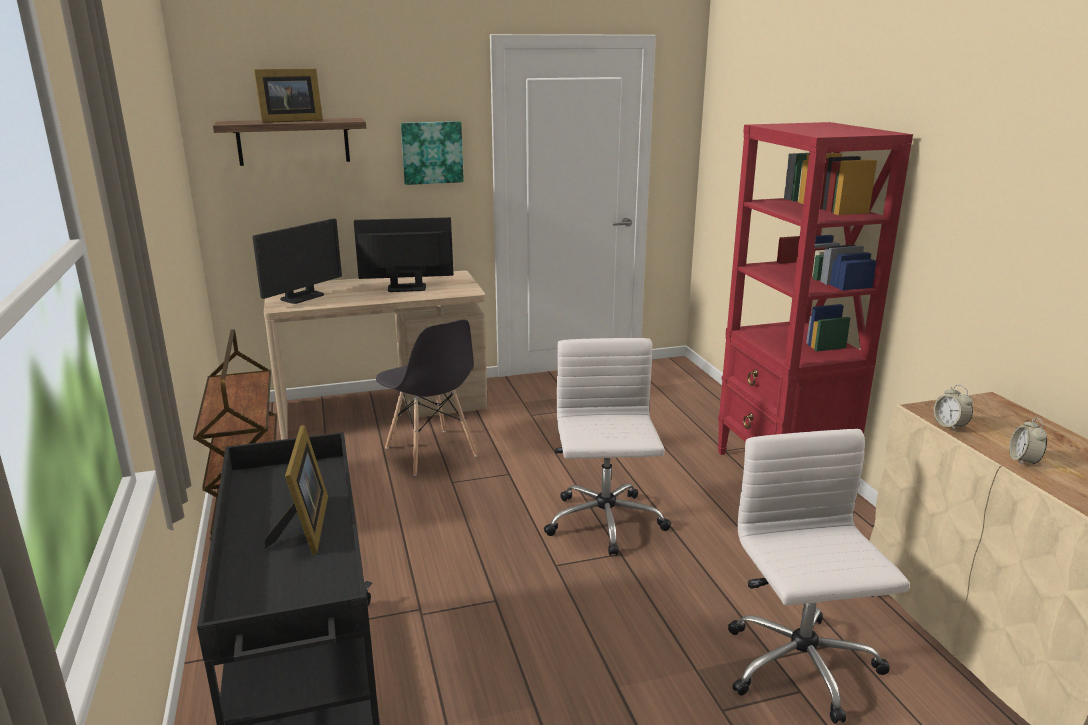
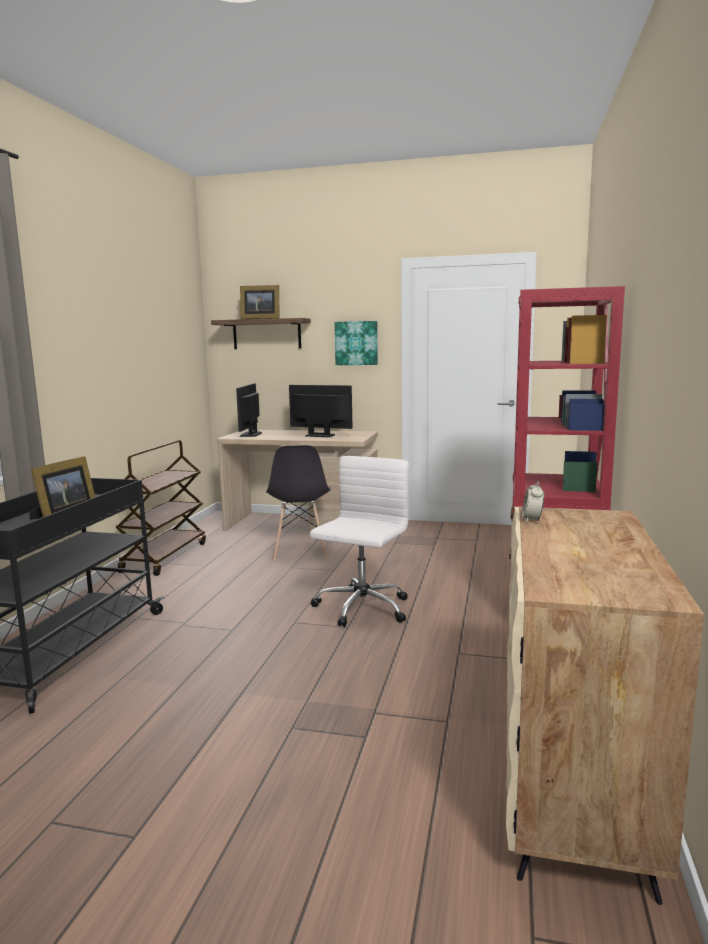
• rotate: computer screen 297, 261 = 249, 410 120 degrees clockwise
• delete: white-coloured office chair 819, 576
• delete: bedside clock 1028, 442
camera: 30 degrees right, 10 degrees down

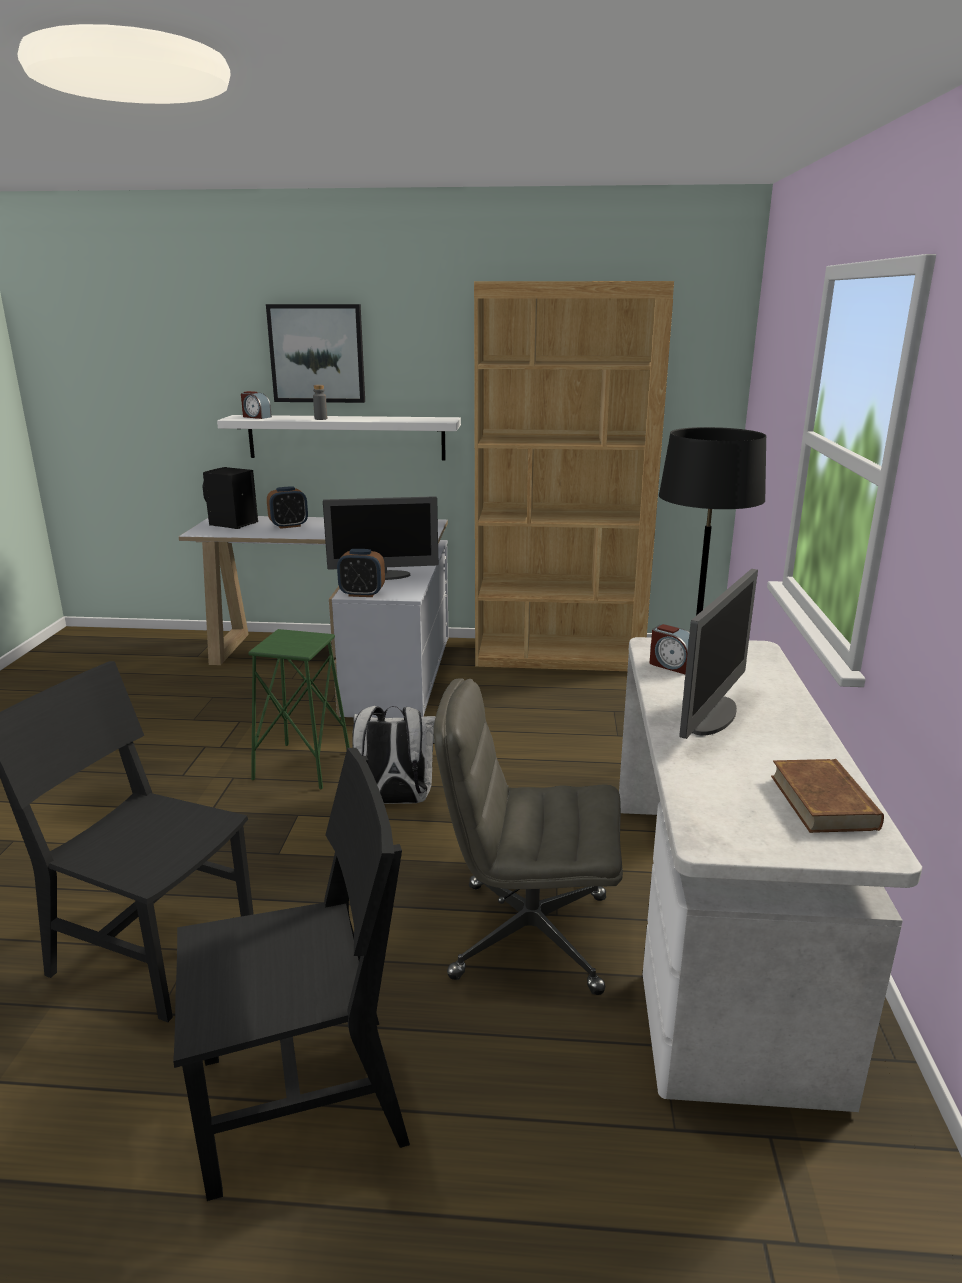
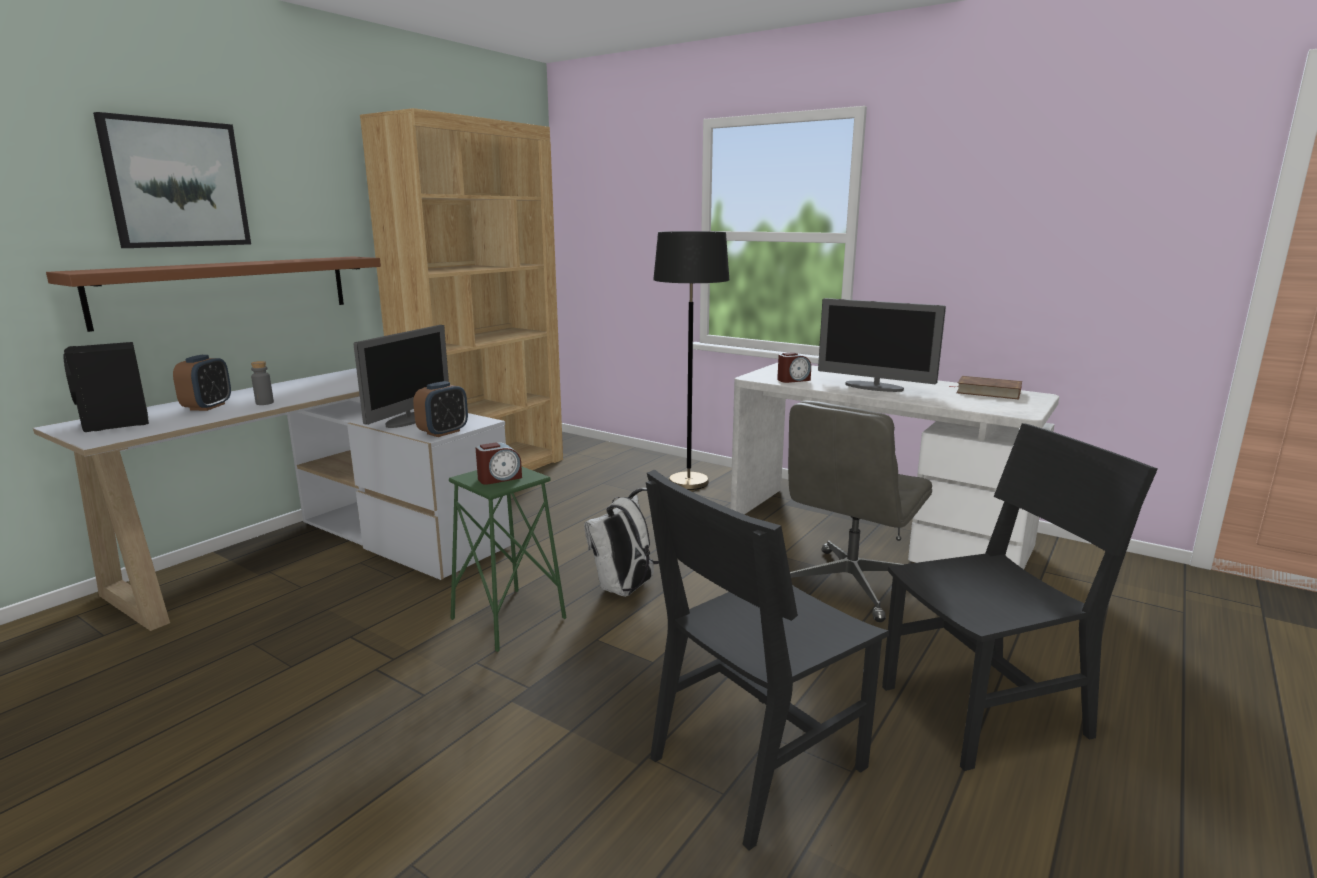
• rotate: black-coloured upright chair 291, 974 = 1020, 597 60 degrees clockwise
• recolor: white-coloured bracket shelf 339, 438 to brownish bracket shelf 213, 294
• move: bedside clock 256, 405 to 499, 463
• move: greyish beverage bottle 320, 402 to 262, 383
• rotate: computer screen 718, 654 = 882, 345 150 degrees clockwise
camera: 60 degrees left, 5 degrees down

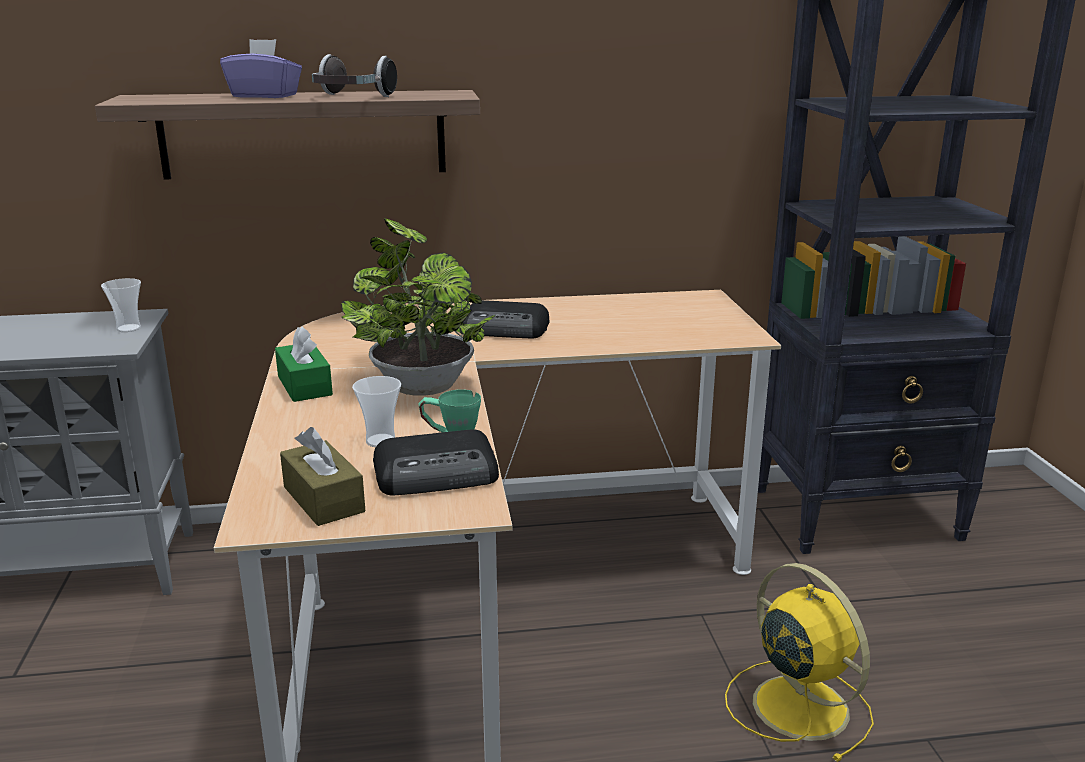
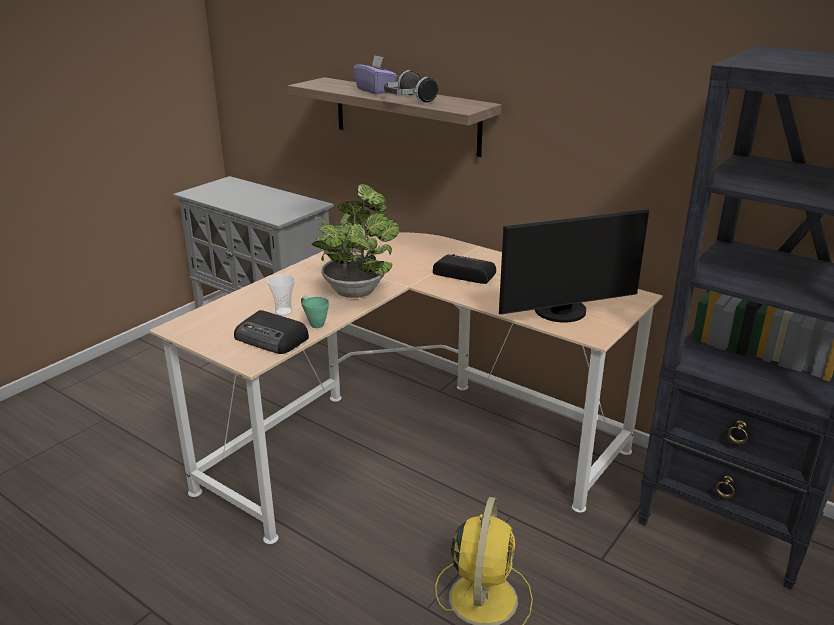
• delete: cup 121, 305
• delete: green-coloured box of tissues 304, 364
• delete: brownish box of tissues 322, 476
• rotate: radio set 505, 319 = 464, 269 150 degrees clockwise
• insert: computer screen 574, 265
camera: 45 degrees right, 5 degrees up

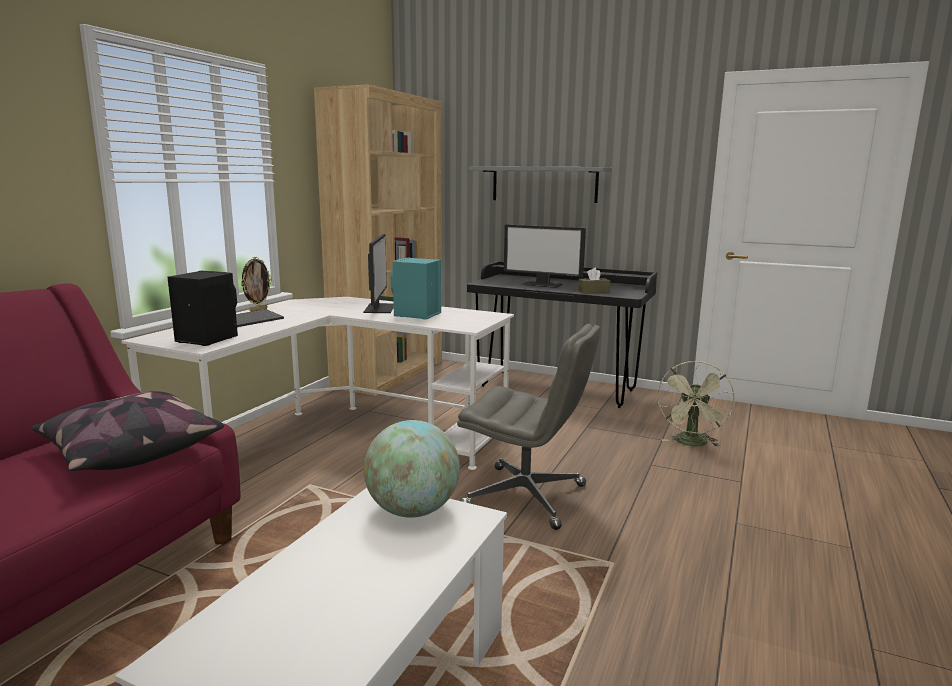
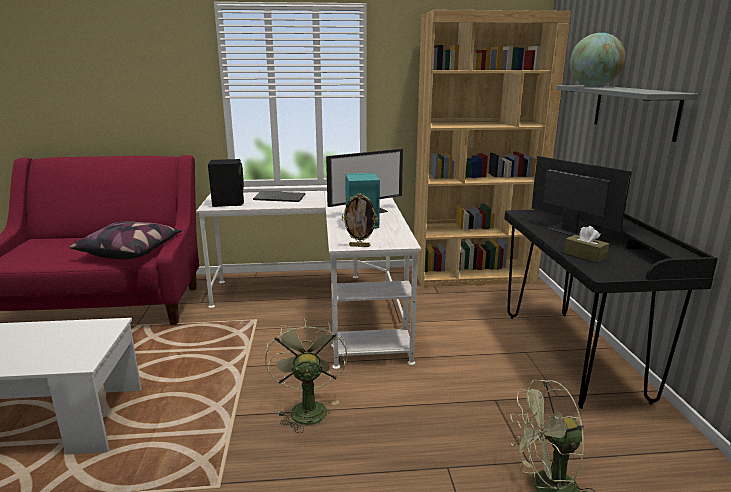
• move: standing frame 256, 284 to 360, 220
• move: desk globe 412, 469 to 597, 60
• replace: greyish office chair 528, 427 to green-coloured cooling fan 306, 375
• rotate: computer screen 545, 256 = 581, 196 150 degrees clockwise
camera: 60 degrees right, 5 degrees up

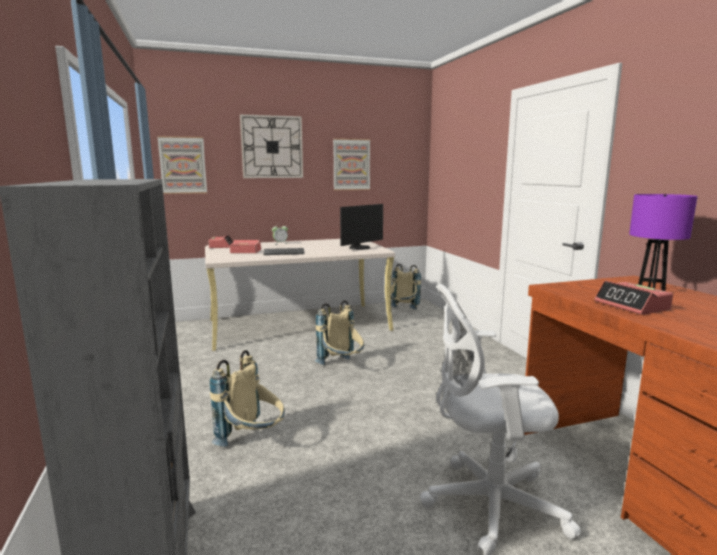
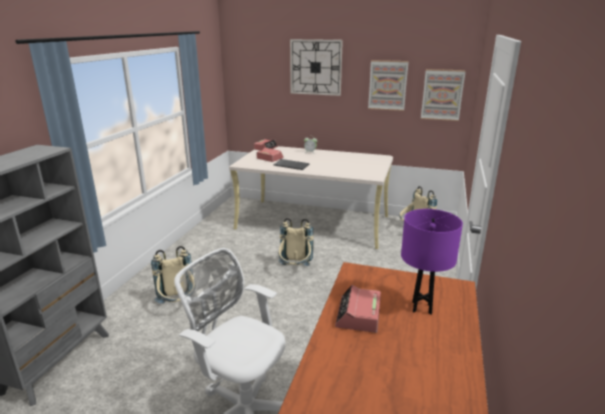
• move: wall art 182, 165 to 443, 95
• delete: computer screen 361, 227
camera: 35 degrees right, 10 degrees up

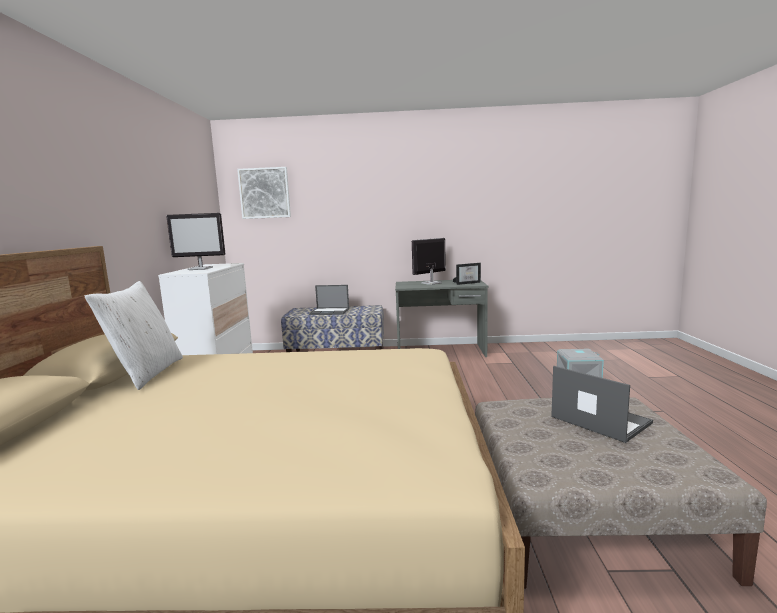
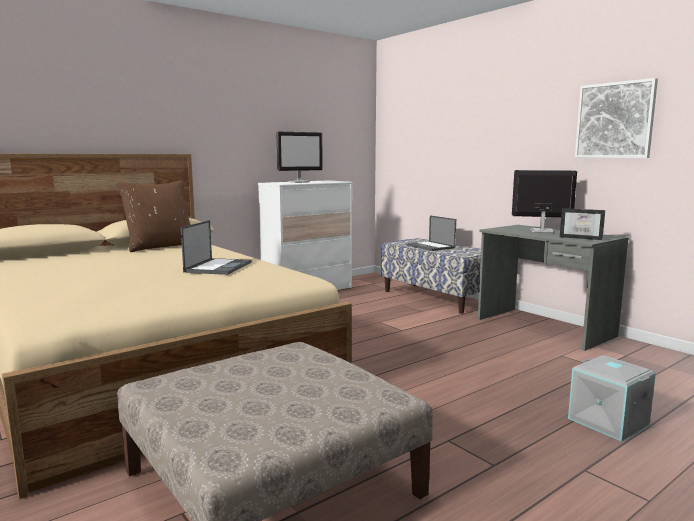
• recolor: white-coloured cushion 134, 335 to brownish cushion 153, 216
• rotate: computer screen 195, 241 = 300, 157 75 degrees counterclockwise
• move: wall art 264, 193 to 616, 118
• move: portable computer 602, 404 to 216, 247
camera: 50 degrees right, 0 degrees up

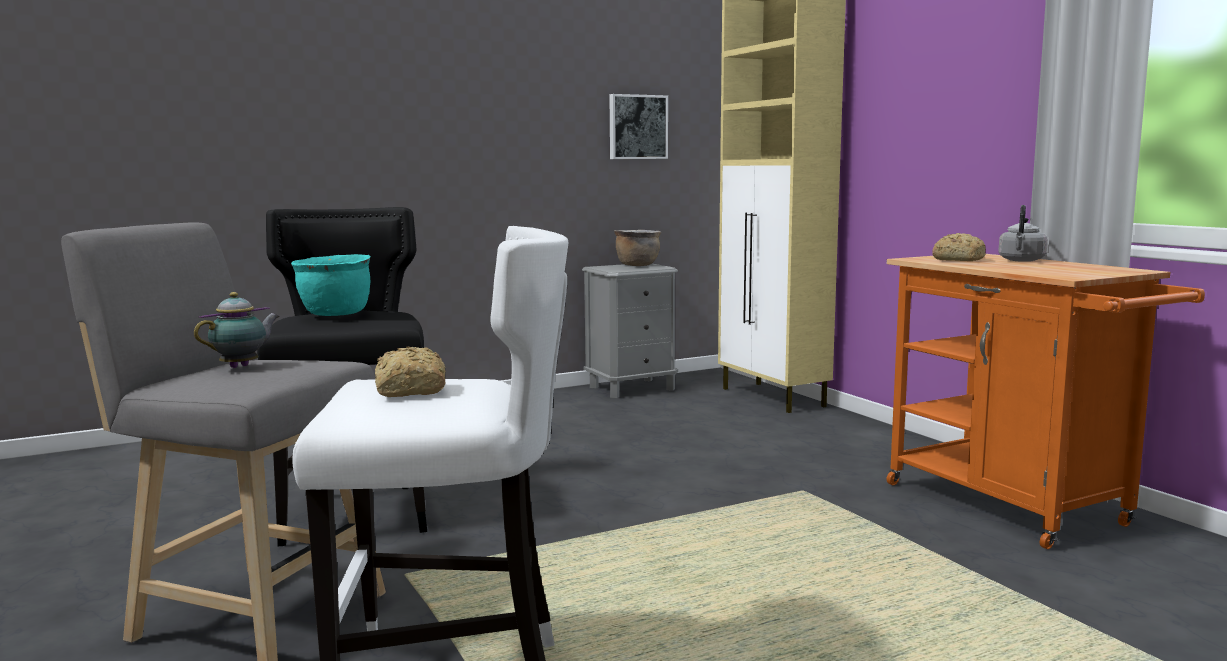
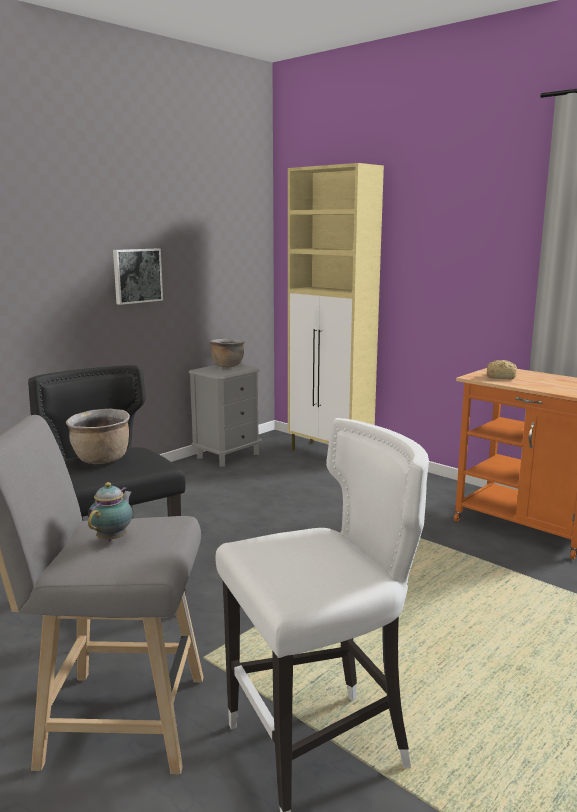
• recolor: blue-green cooking pot 330, 285 to brownish cooking pot 98, 436
• delete: baked bread 410, 371
• move: wall art 639, 126 to 138, 277
• delete: greyish water kettle 1023, 233
camera: 20 degrees left, 5 degrees up

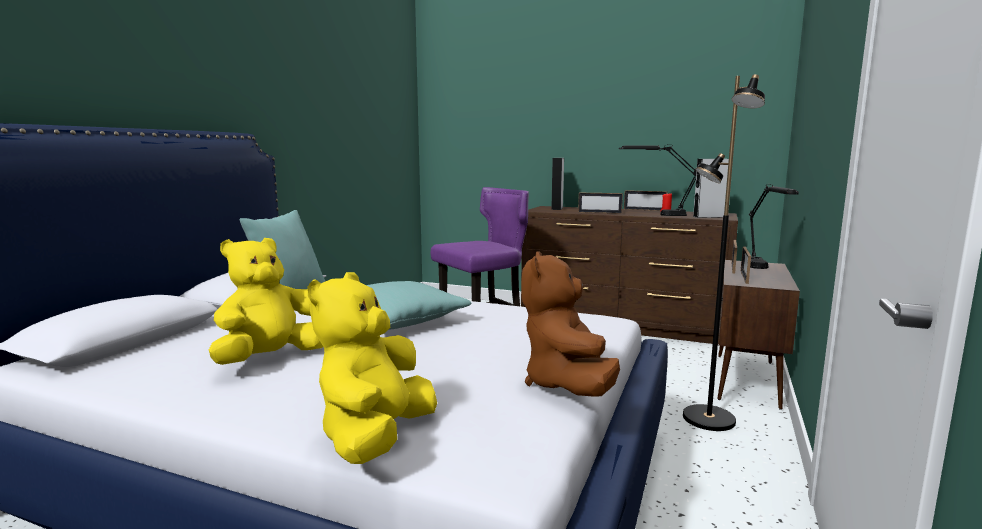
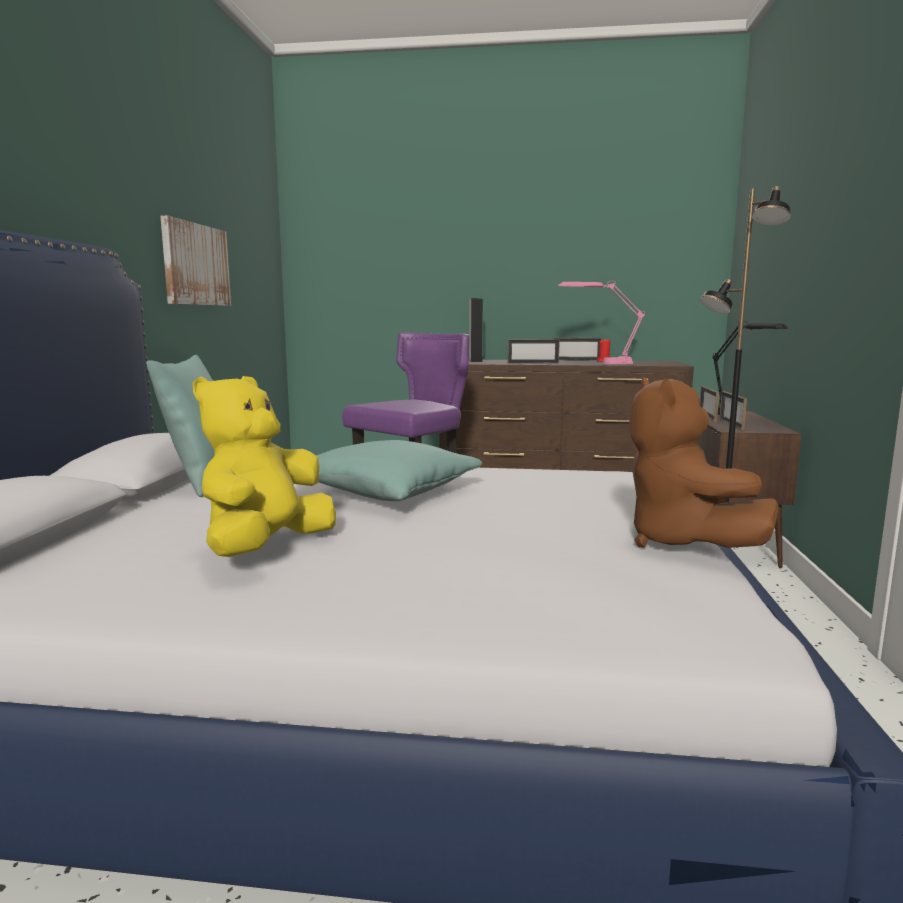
• delete: yellow plush toy 372, 368
• recolor: black-coloured tabletop lamp 658, 180 to pink-coloured tabletop lamp 601, 322
• delete: greyish speaker 711, 188
• insert: wall art 195, 260
camera: 15 degrees left, 0 degrees up

